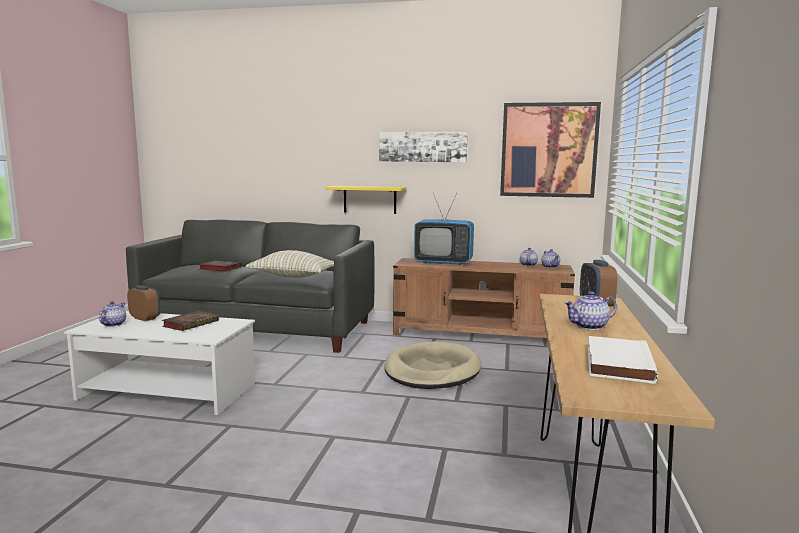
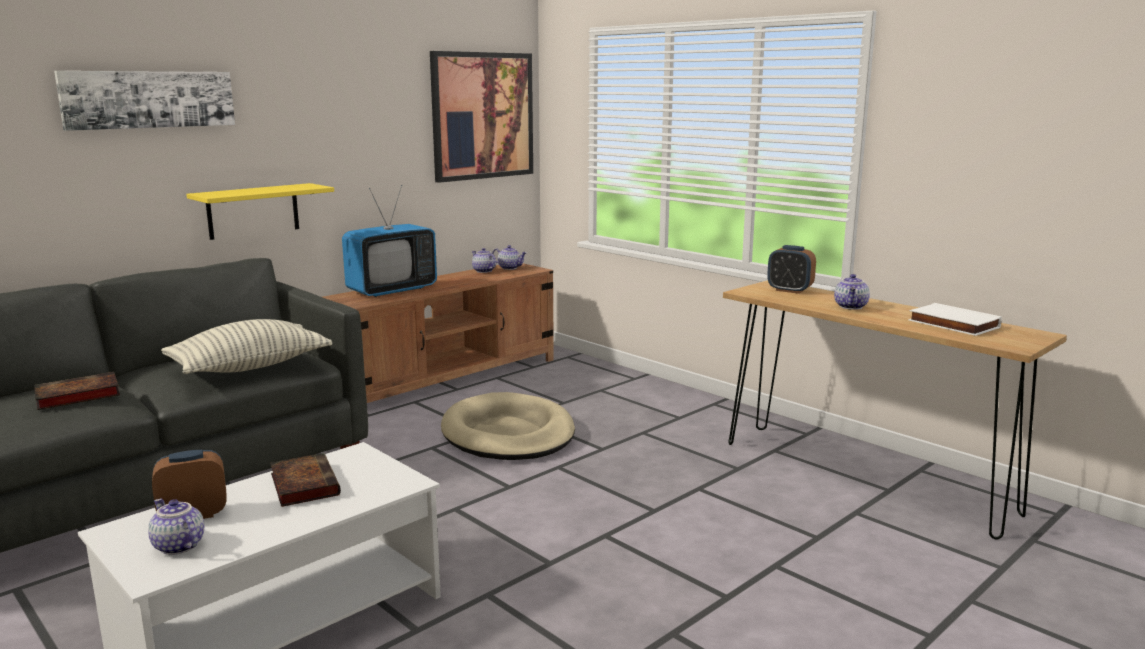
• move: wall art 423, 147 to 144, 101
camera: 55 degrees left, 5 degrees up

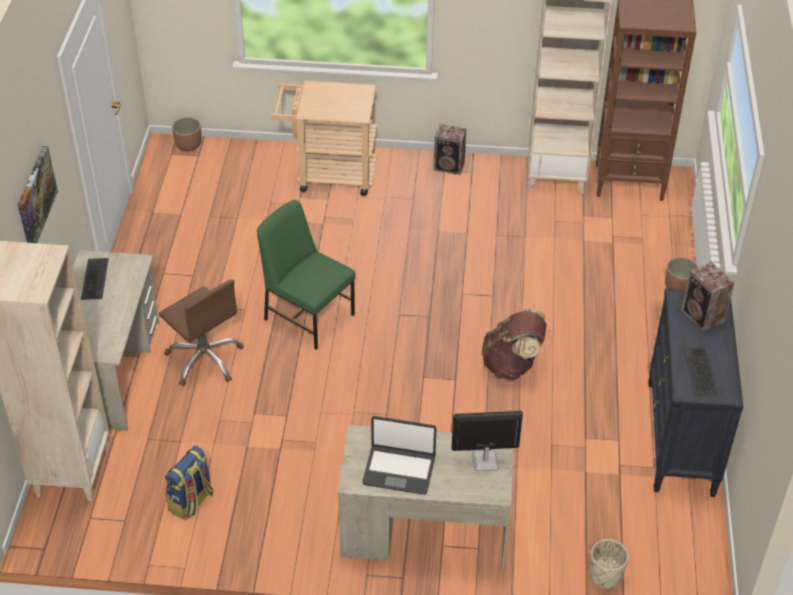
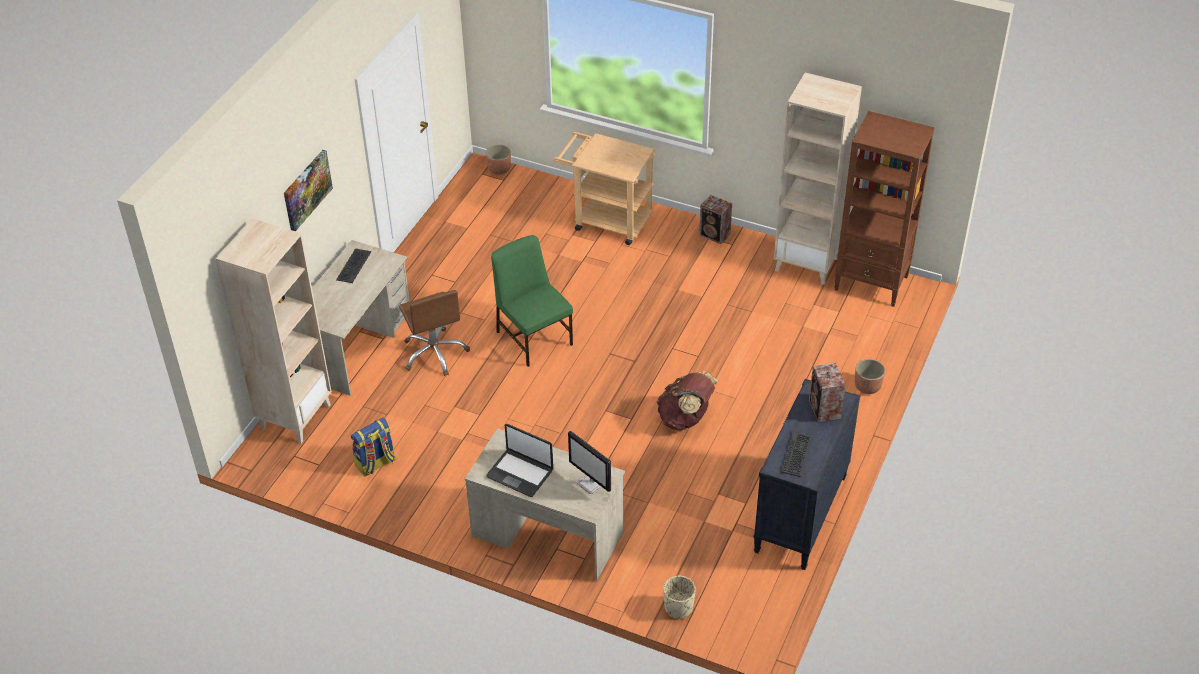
• rotate: computer screen 487, 441 = 589, 462 150 degrees counterclockwise
camera: 20 degrees right, 0 degrees up

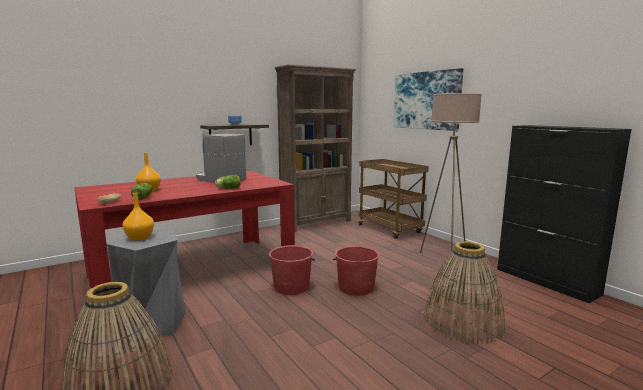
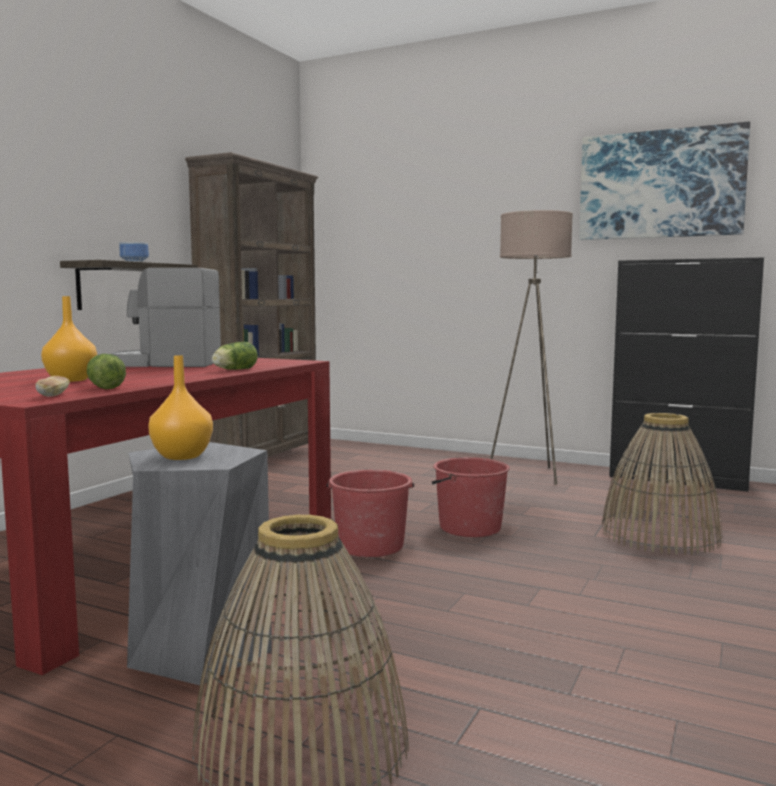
• delete: brownish trolley 393, 199
• move: wall art 428, 99 to 664, 180
camera: 30 degrees left, 5 degrees down

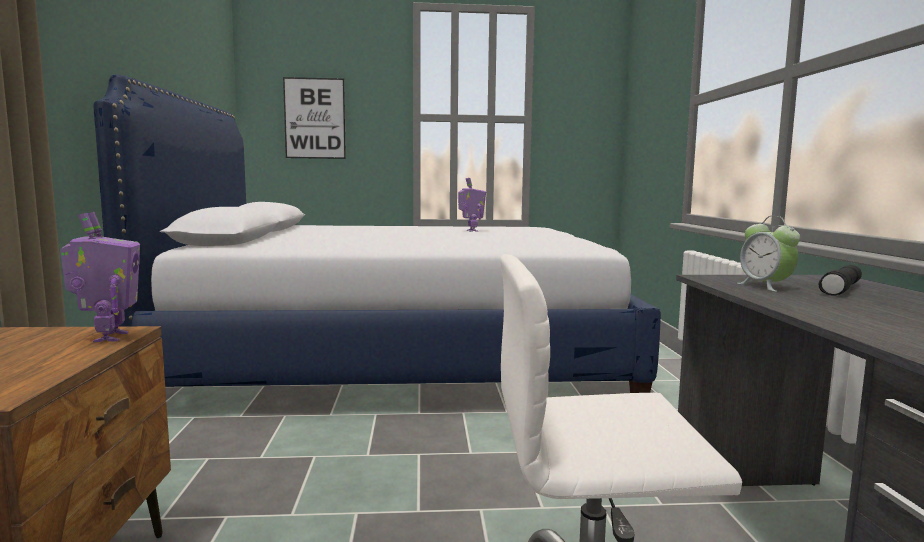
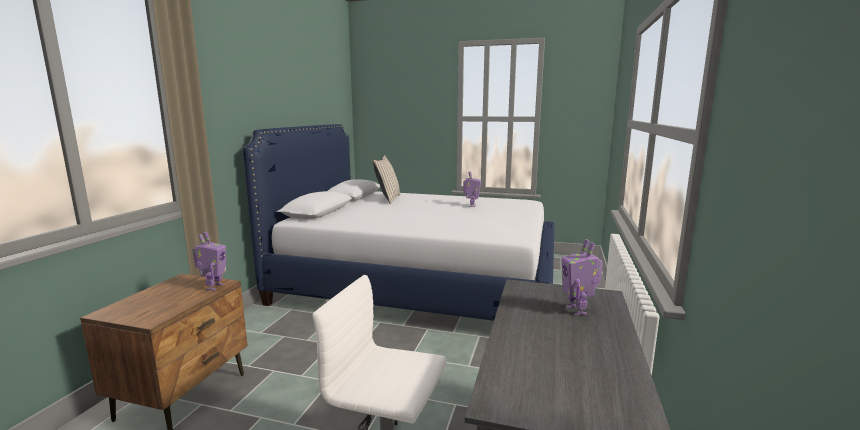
• delete: wall art 314, 118
• delete: bedside clock 768, 254
• replace: black-coloured flashlight 840, 280 to model robot 582, 277
• insert: beige cushion 386, 179
camera: 20 degrees right, 5 degrees up

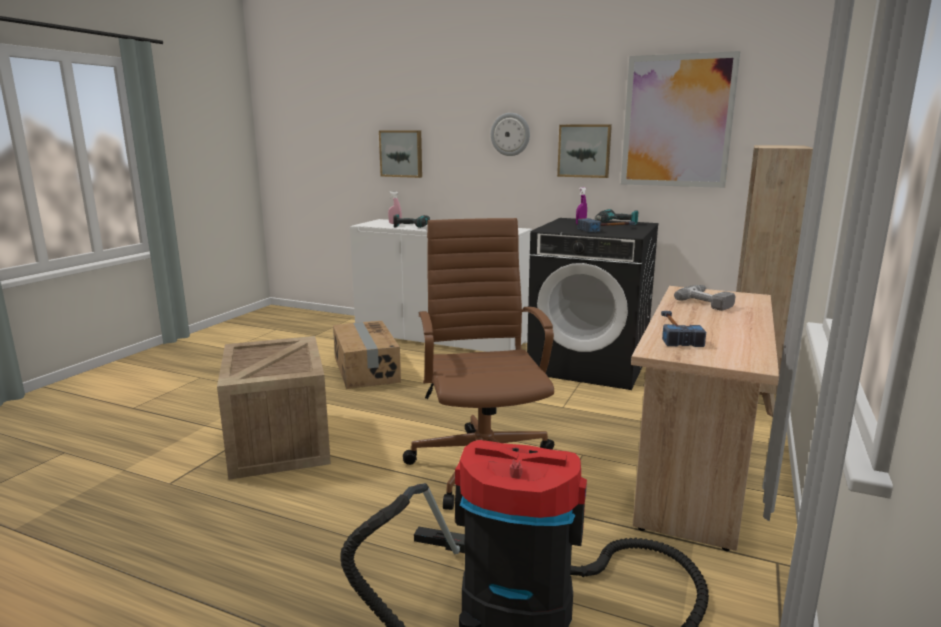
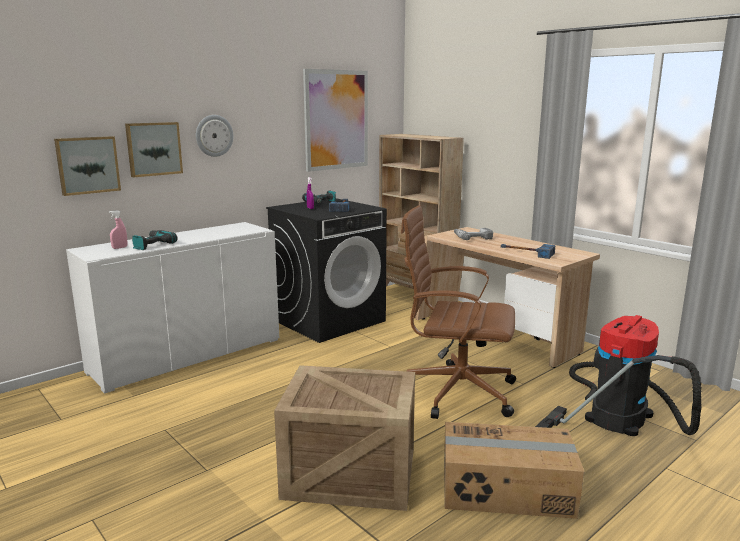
• move: cardboard box 367, 355 to 514, 470
• move: wall art 584, 151 to 154, 150
camera: 65 degrees left, 0 degrees up

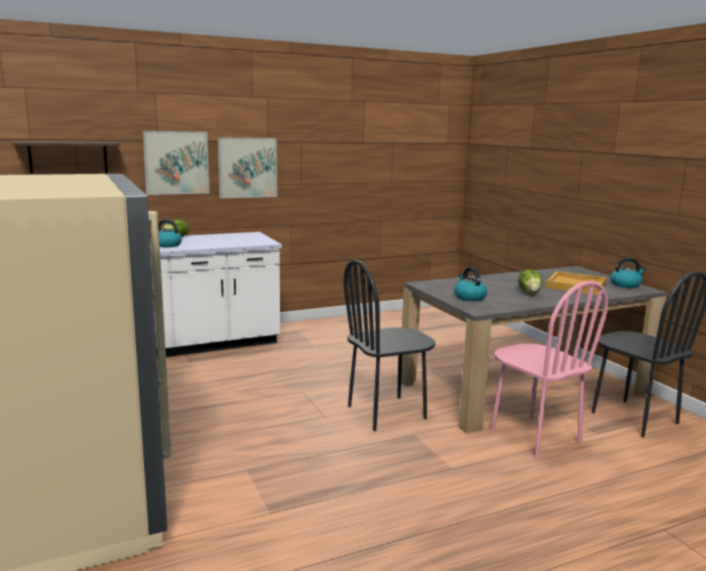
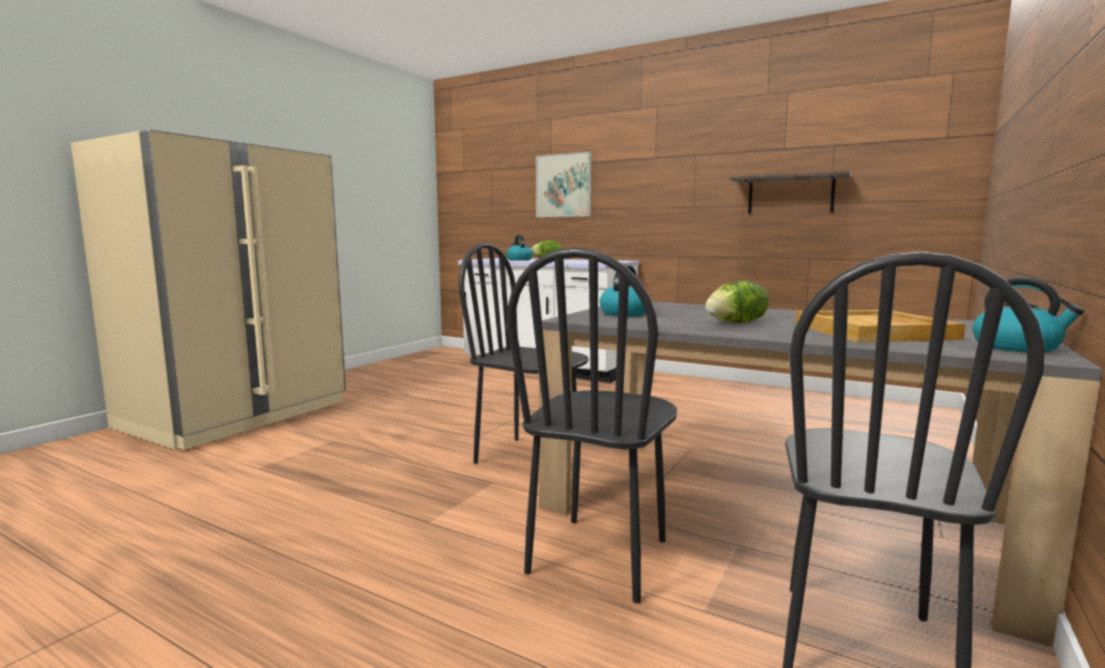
• move: bracket shelf 66, 157 to 791, 192
• delete: wall art 247, 168
• recolor: pink-coloured upright chair 549, 370 to black-coloured upright chair 592, 425
camera: 55 degrees right, 5 degrees down

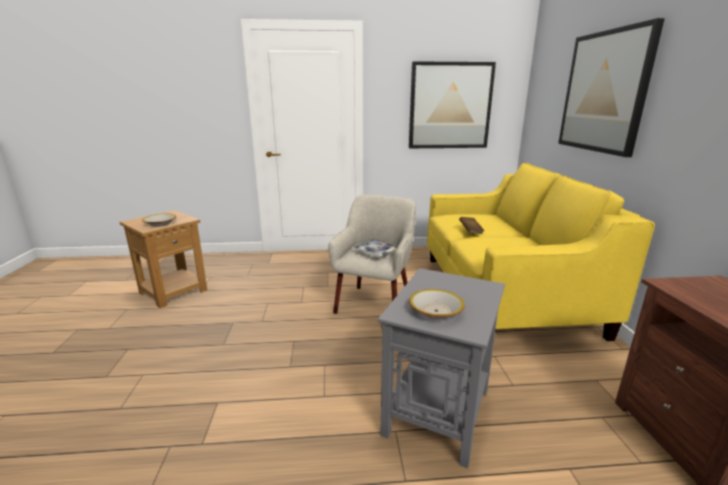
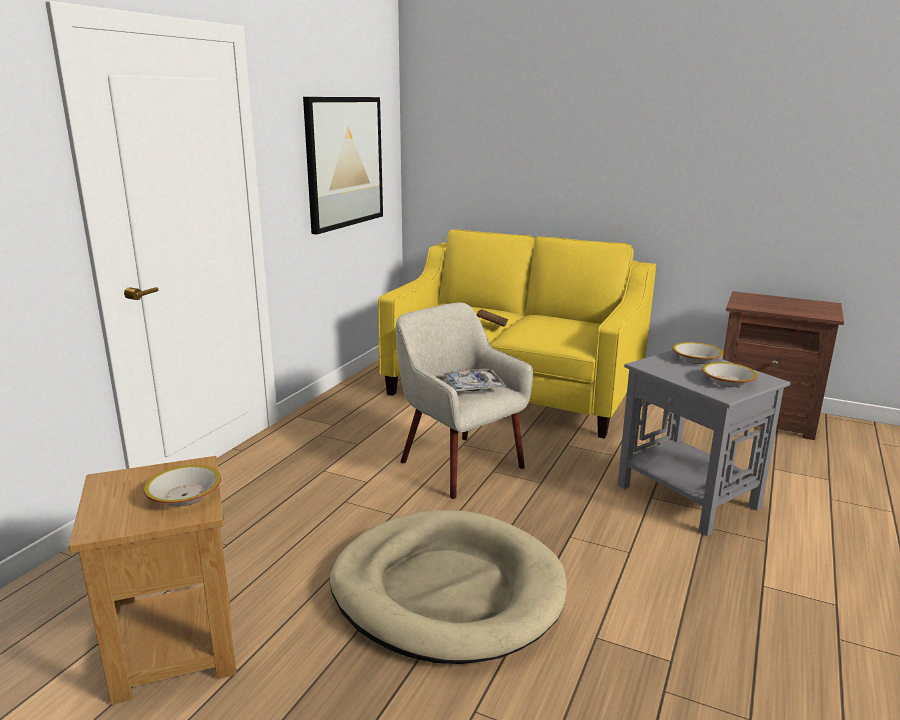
• delete: wall art 611, 87
• insert: beige pet bed 448, 587
• insert: serving bowl 697, 353
camera: 60 degrees left, 0 degrees up

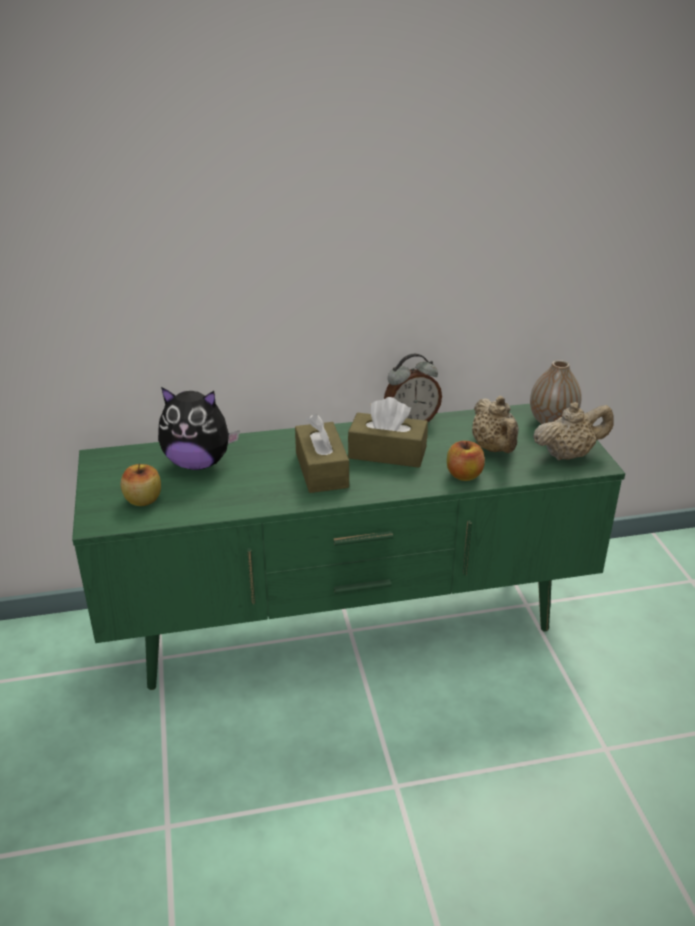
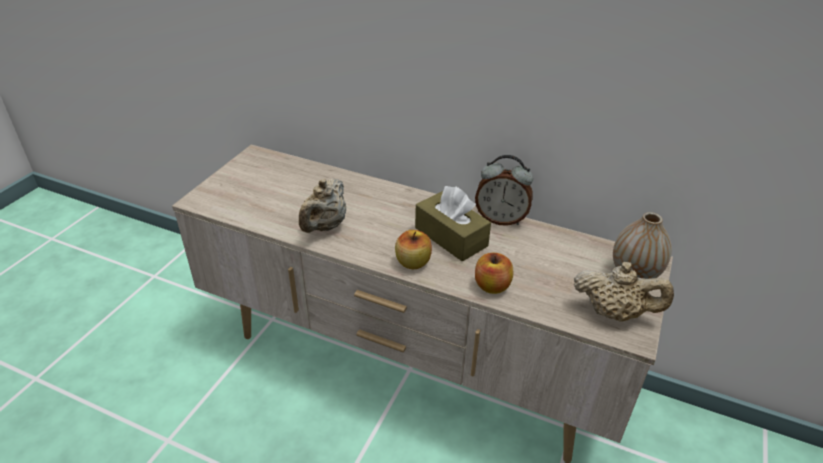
• recolor: green-coloured tv stand 348, 547 to beige tv stand 422, 303
• move: apple 141, 485 to 413, 249
• delete: plush toy 198, 428
• delete: brownish box of tissues 322, 453
• move: beige teapot 495, 424 to 322, 205
camera: 35 degrees right, 5 degrees up

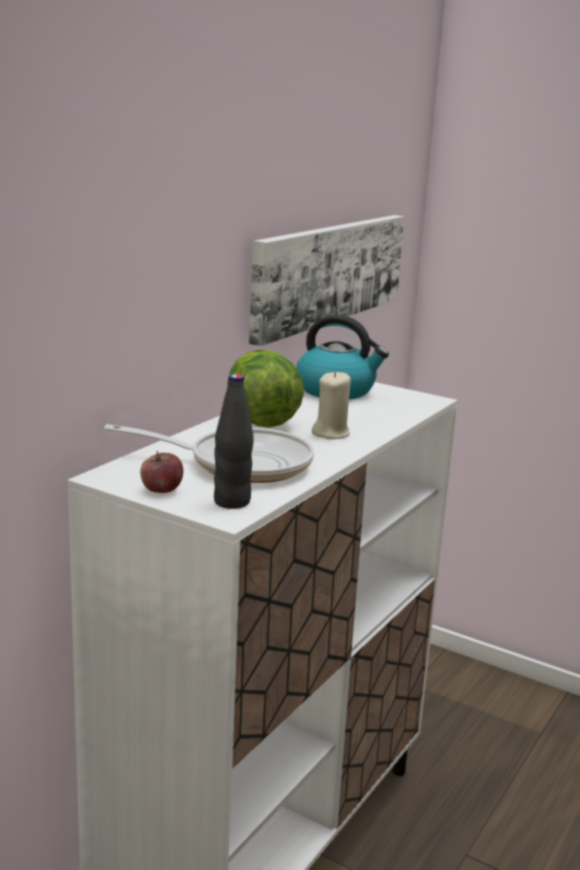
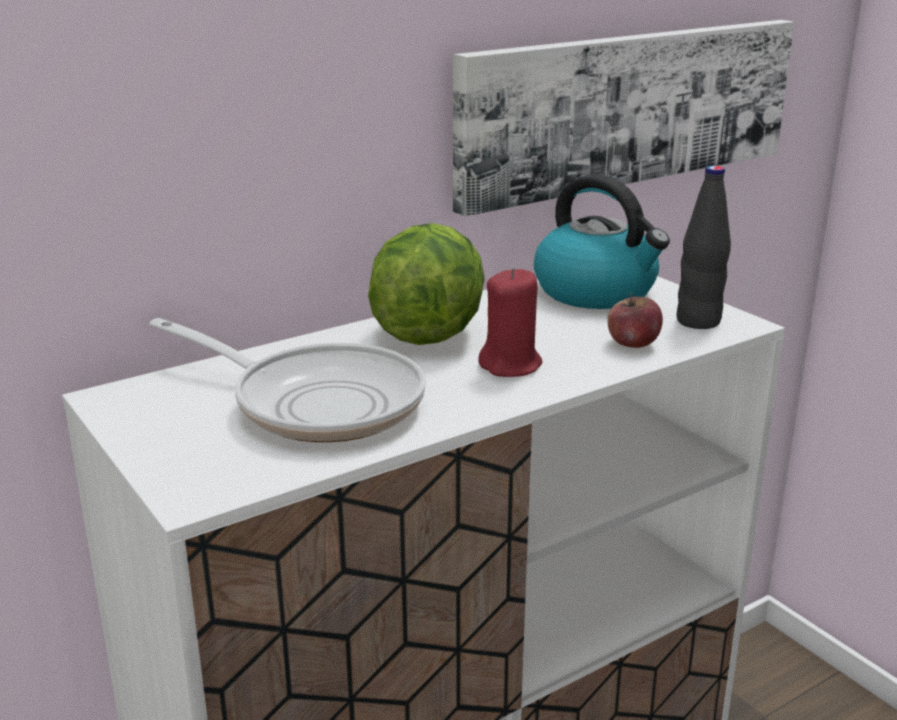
• move: apple 161, 472 to 635, 320
• move: black-coloured beverage bottle 234, 441 to 703, 247
• recolor: beige wax light 331, 405 to red-coloured wax light 510, 322
camera: 25 degrees right, 5 degrees up

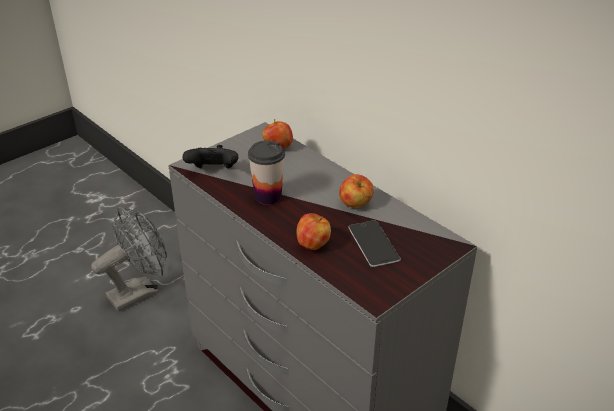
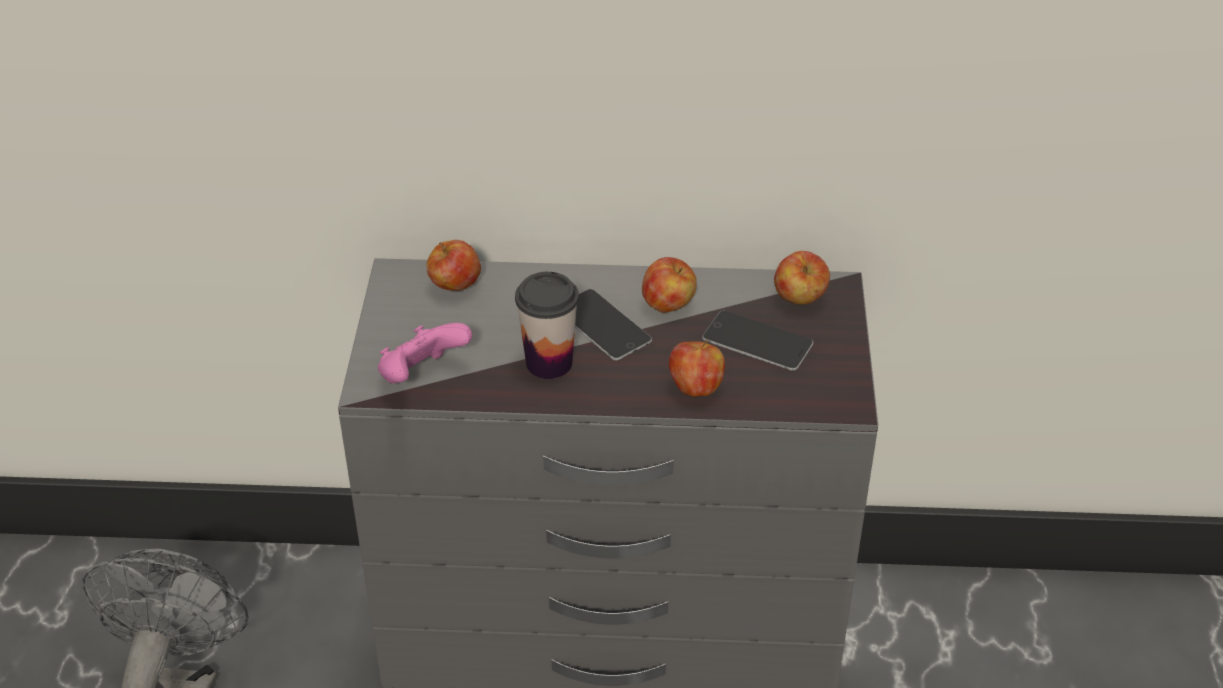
• recolor: black-coloured game controller 210, 156 to pink-coloured game controller 425, 353
• insert: phone 613, 324
• insert: apple 802, 278
camera: 45 degrees left, 5 degrees up

